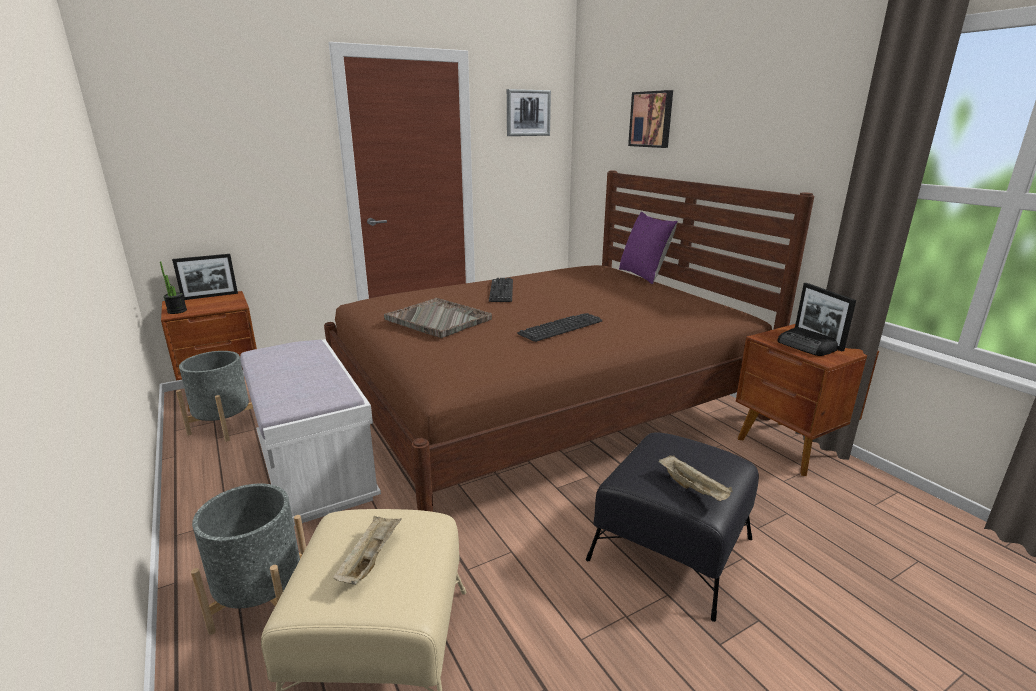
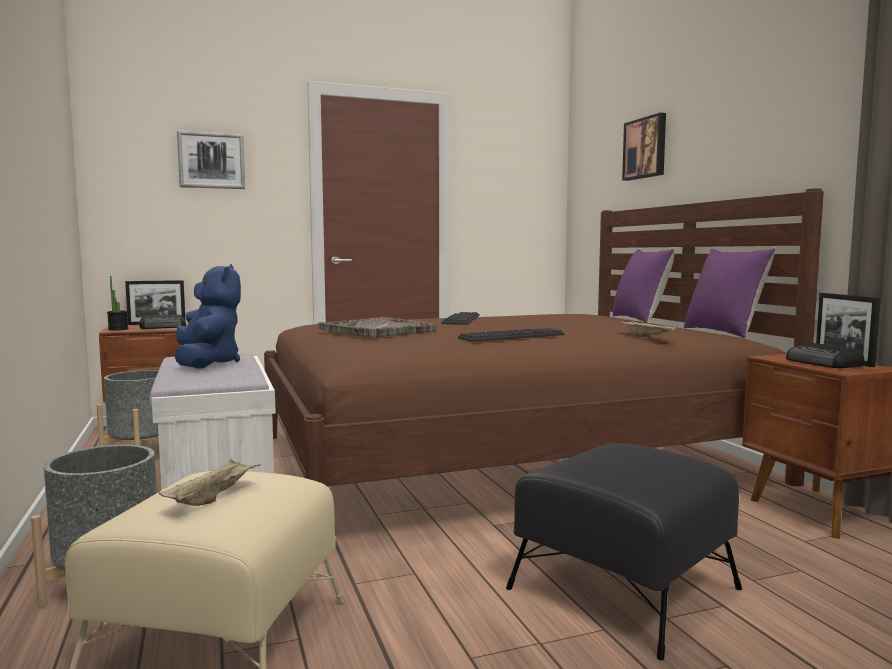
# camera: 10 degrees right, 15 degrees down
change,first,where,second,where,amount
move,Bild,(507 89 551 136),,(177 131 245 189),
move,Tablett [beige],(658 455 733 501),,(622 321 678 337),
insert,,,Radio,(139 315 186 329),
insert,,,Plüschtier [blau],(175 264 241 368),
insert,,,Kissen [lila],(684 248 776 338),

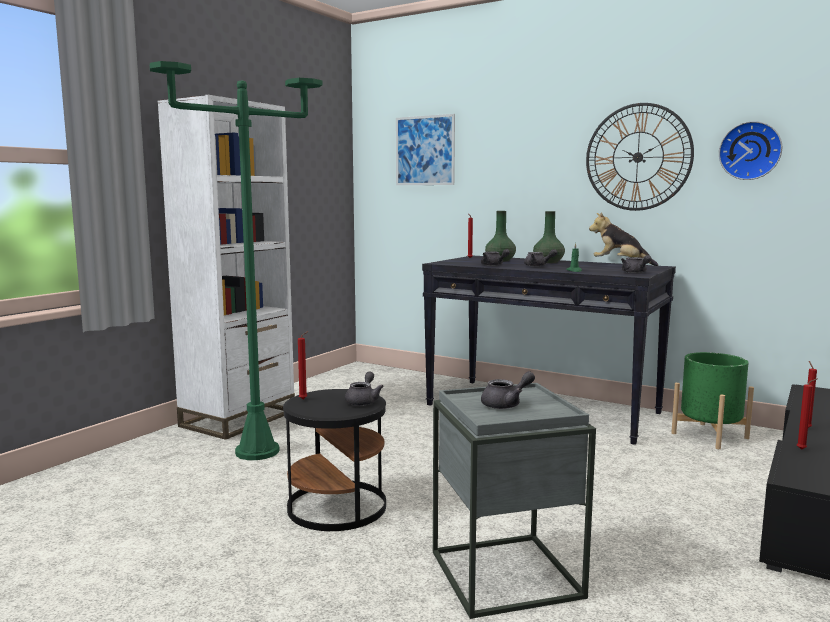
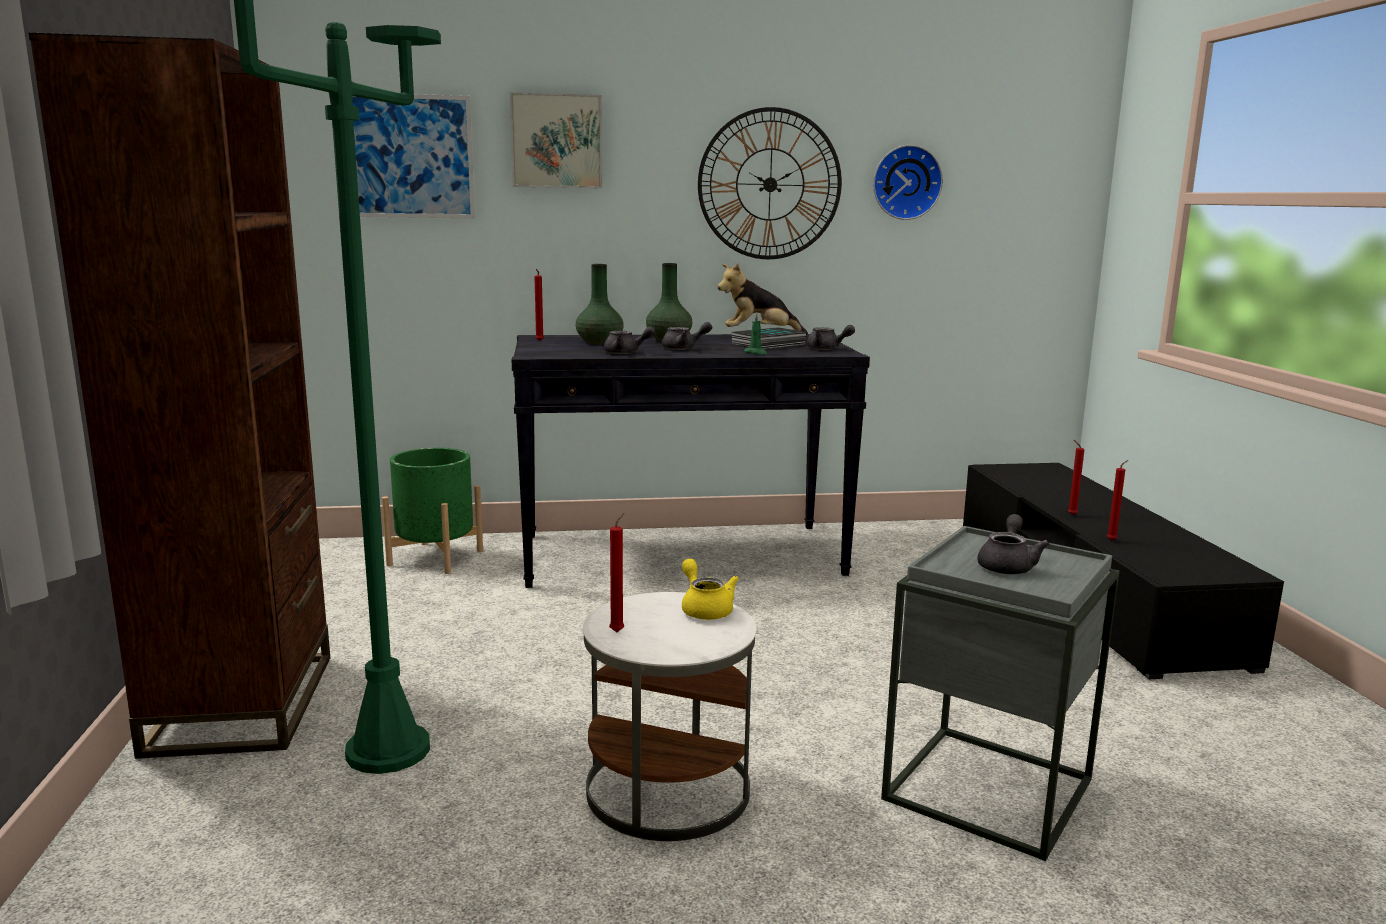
# camera: 40 degrees left, 5 degrees up
change,first,where,second,where,amount
recolor,Bücherregal [weiß],(157 95 295 440),Bücherregal [braun],(29 33 330 759),
recolor,Beistelltisch [schwarz],(283 389 386 531),Beistelltisch [weiß],(583 592 756 841),
recolor,Teekanne [grau],(345 371 384 406),Teekanne [gelb],(682 559 739 620),
move,Pflanzkübel [grün],(671 352 754 449),,(382 448 483 574),
insert,,,Bild,(510 92 602 188),
insert,,,Buch,(732 327 808 349),

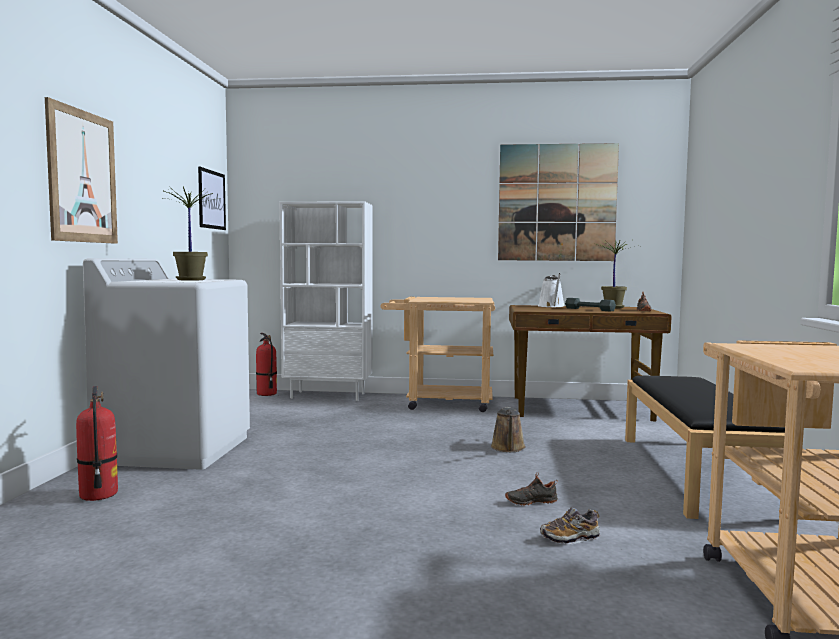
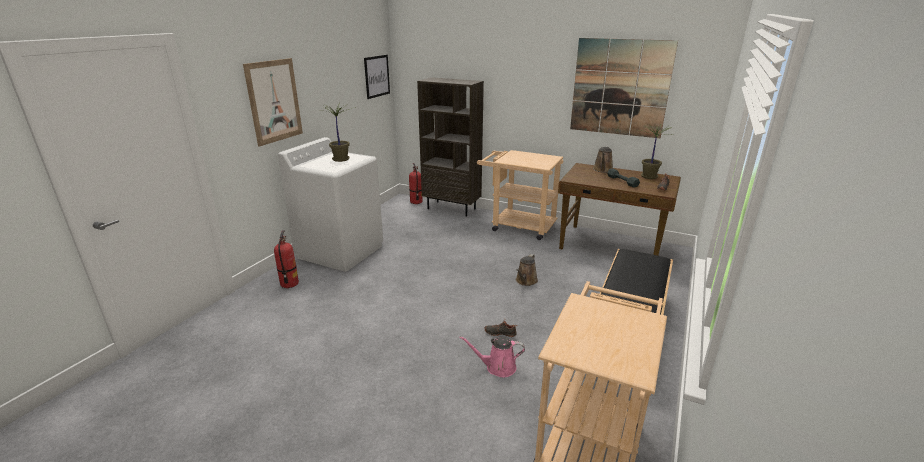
# camera: 20 degrees right, 20 degrees up
change,first,where,second,where,amount
recolor,Bücherregal [weiß],(279 202 373 401),Bücherregal [braun],(417 77 484 217),
recolor,Gießkanne [weiß],(538 273 564 307),Gießkanne [braun],(593 146 613 173),
replace,Schuh,(540 508 600 544),Gießkanne [rosa],(460 336 525 377),

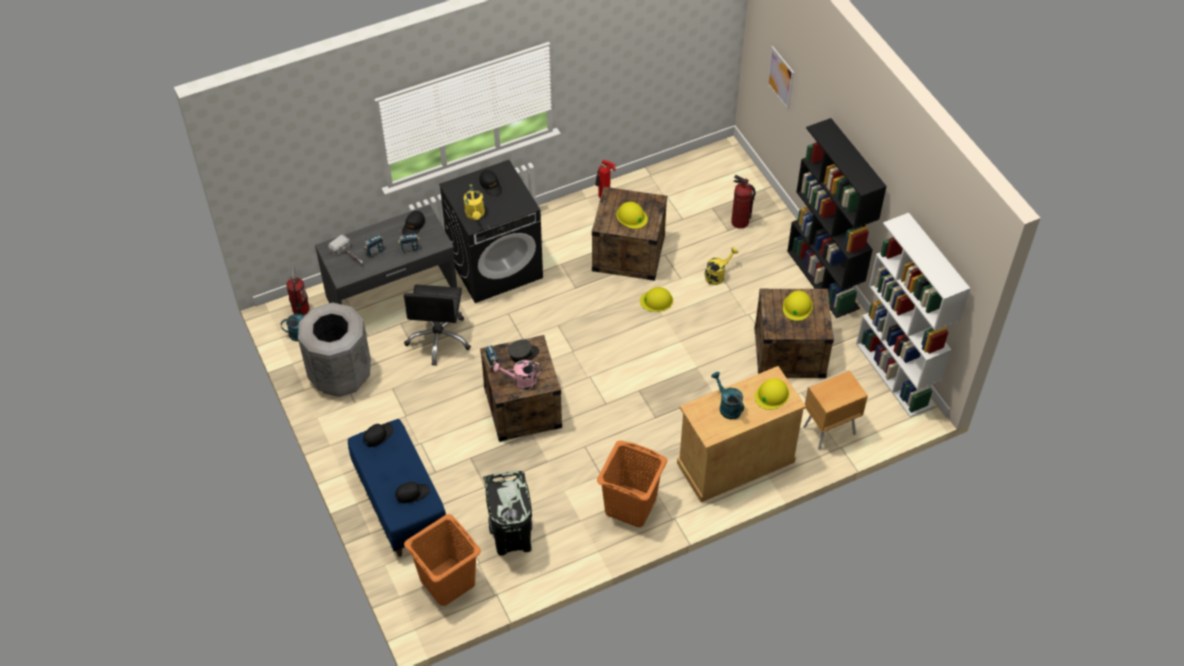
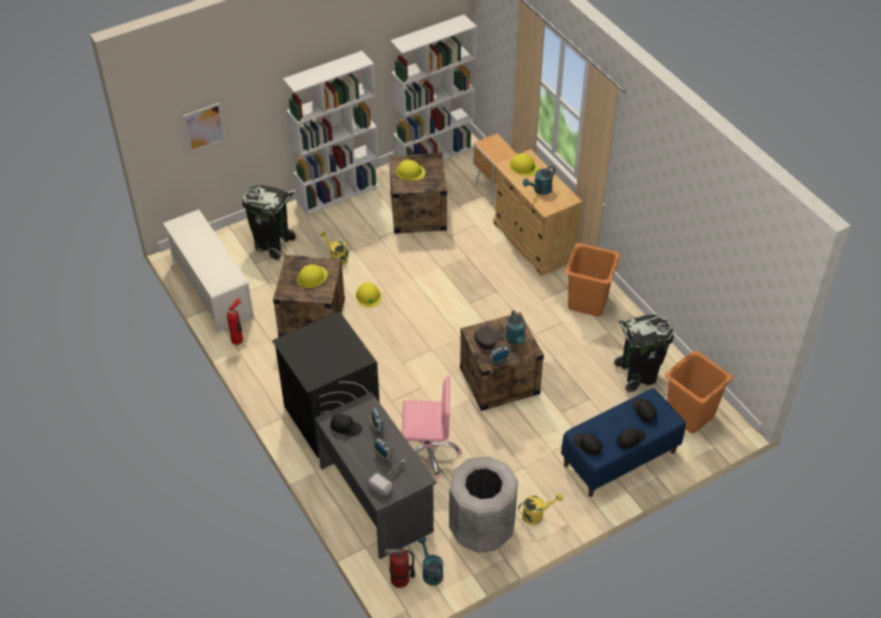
# camera: 95 degrees left, 5 degrees down
change,first,where,second,where,amount
recolor,Bürostuhl [schwarz],(404 285 471 366),Bürostuhl [rosa],(402 376 462 479),
move,Gießkanne [gelb],(464 184 485 220),,(518 492 563 525),
move,Kappe [schwarz],(479 170 502 196),,(617 428 645 449),
recolor,Gießkanne [rosa],(493 360 542 390),Gießkanne [türkis],(506 310 526 345),
replace,Feuerlöscher,(731 175 756 229),Mülleimer [schwarz],(242 185 296 261),
recolor,Bücherregal [schwarz],(787 118 887 318),Bücherregal [weiß],(283 51 380 215),
insert,,,Schuhregal [weiß],(162 209 254 332),

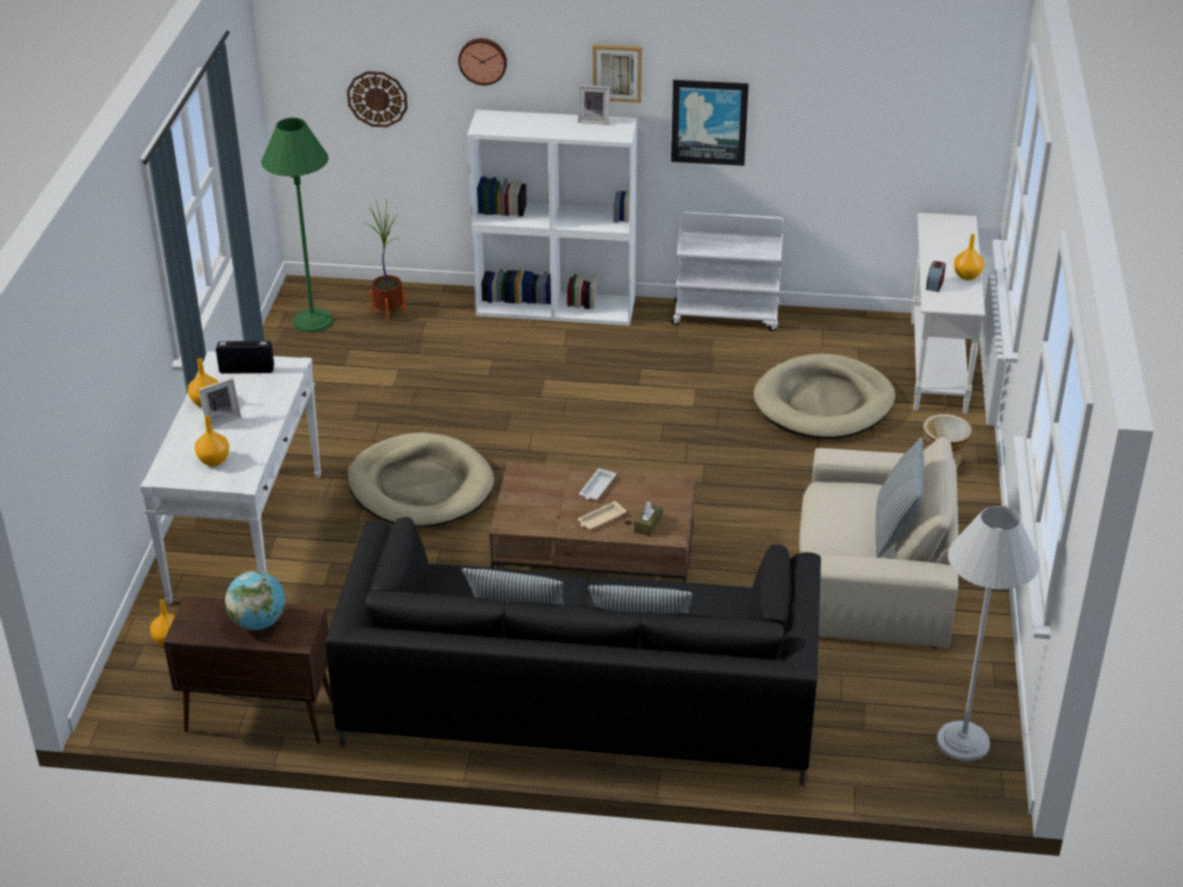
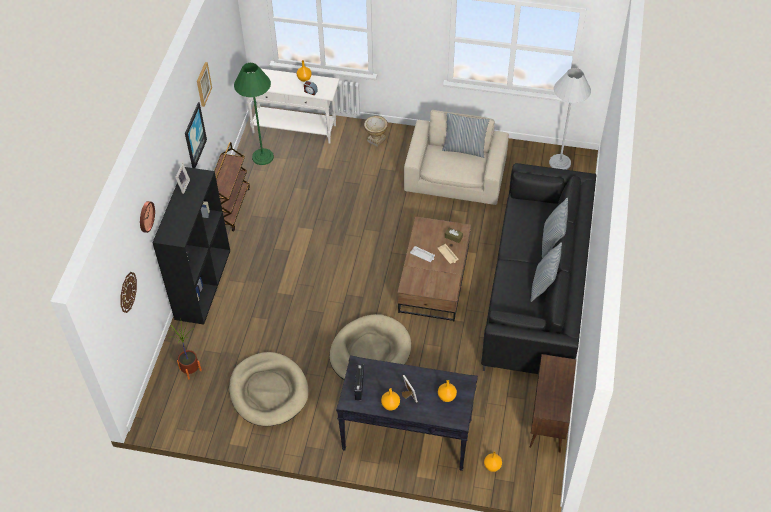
# camera: 85 degrees left, 15 degrees up
change,first,where,second,where,amount
recolor,Konsolentisch [weiß],(140 351 321 604),Konsolentisch [schwarz],(336 355 478 471),
delete,Globus,(225 571 285 630),,,
move,Stehlampe [grün],(261 118 333 332),,(234 63 274 165),
recolor,Bücherregal [weiß],(467 110 637 326),Bücherregal [schwarz],(152 167 230 325),
move,Bild,(593 44 642 103),,(197 62 212 107),
recolor,Rollwagen [weiß],(671 212 784 331),Rollwagen [braun],(214 142 250 231),
move,Hundebett [beige],(754 354 895 439),,(229 352 309 426),

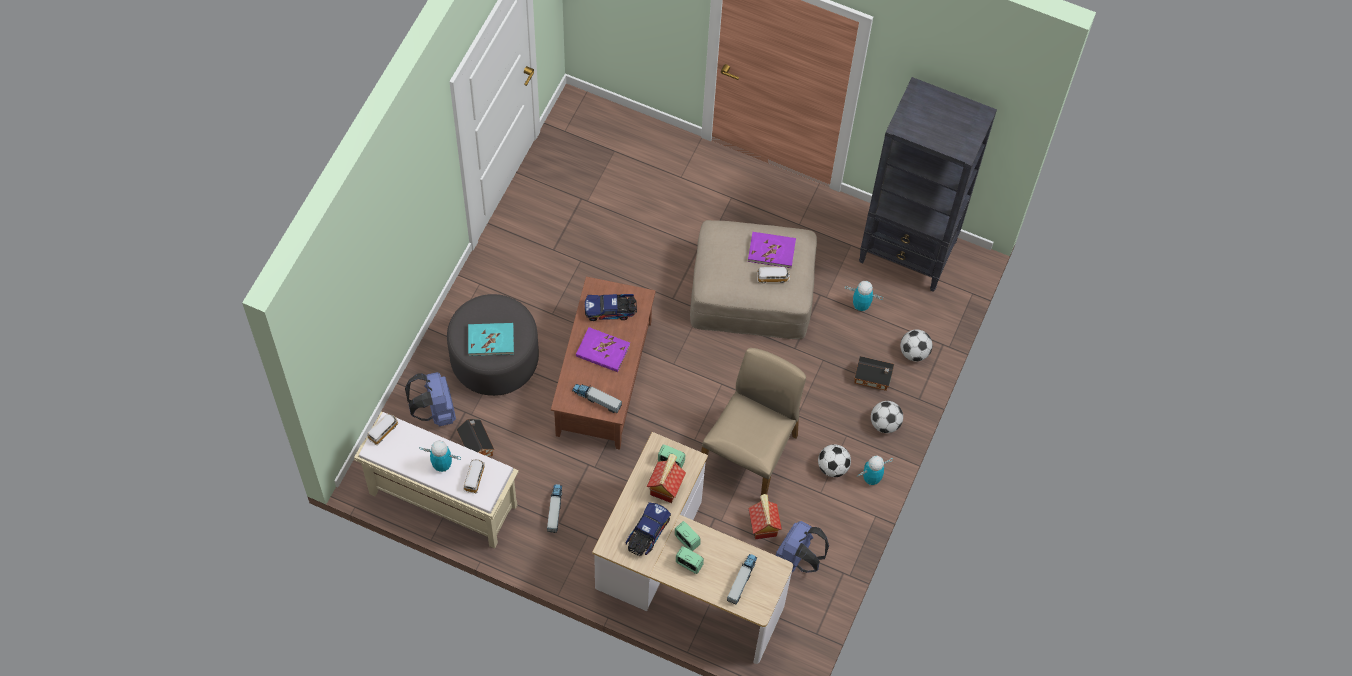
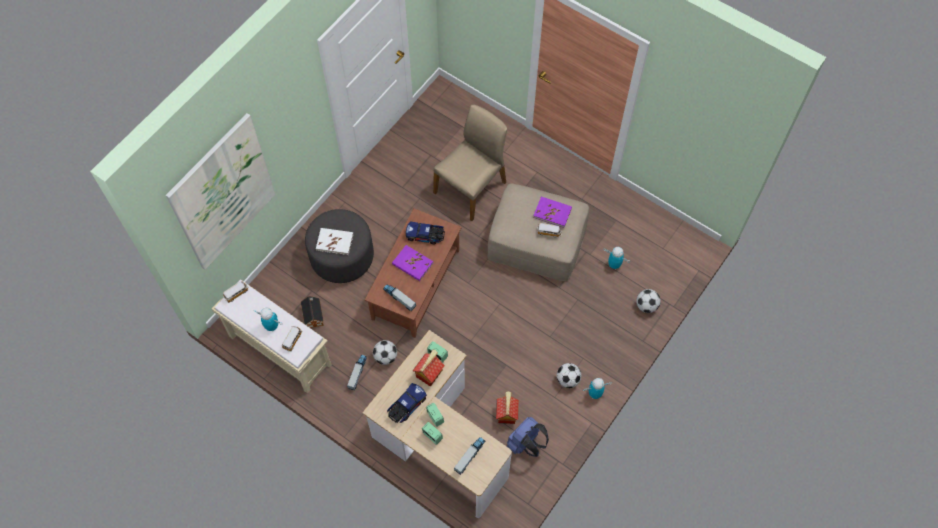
# camera: 15 degrees right, 0 degrees up
change,first,where,second,where,amount
delete,Rucksack [blau],(405 372 456 426),,,
recolor,Buch [türkis],(468 323 514 356),Buch [weiß],(316 228 353 255),
move,Stuhl [beige],(701 348 806 501),,(433 105 507 221),
delete,Spielzeughaus,(854 356 894 391),,,
delete,Bücherregal [schwarz],(859 77 997 292),,,
move,Fußball,(871 401 903 433),,(373 340 397 365),
insert,,,Bild,(166 113 276 270),

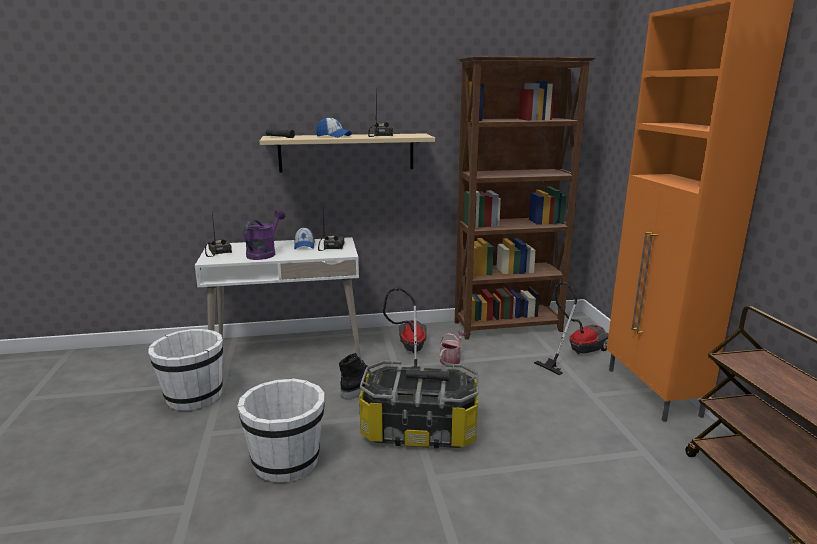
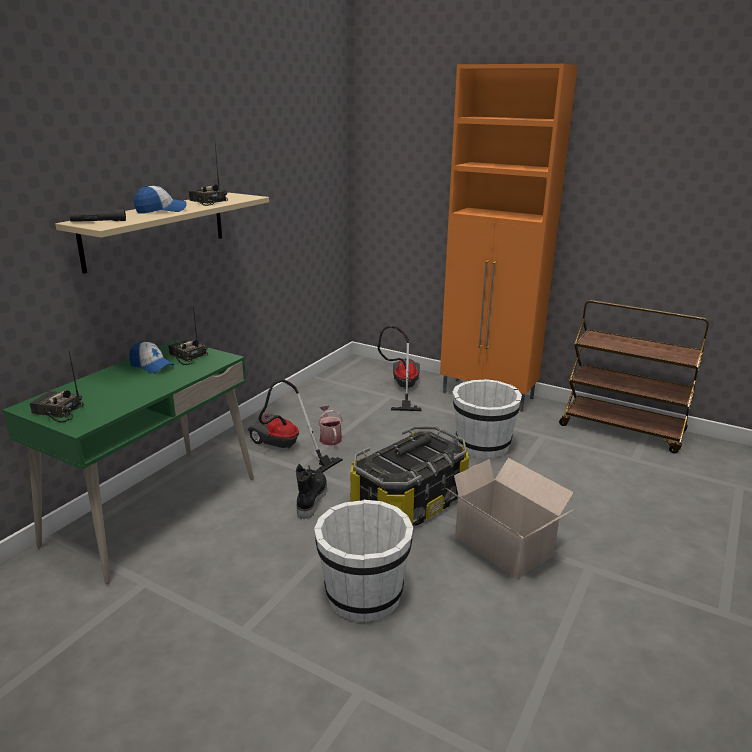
# camera: 50 degrees left, 5 degrees up
change,first,where,second,where,amount
move,Eimer [weiß],(148 329 223 411),,(453 379 522 458),
recolor,Schreibtisch [weiß],(195 237 361 360),Schreibtisch [grün],(3 340 254 584),
delete,Gießkanne [lila],(244 209 285 260),,,
delete,Bücherregal [braun],(455 57 596 340),,,
insert,,,Karton,(446 458 574 579),

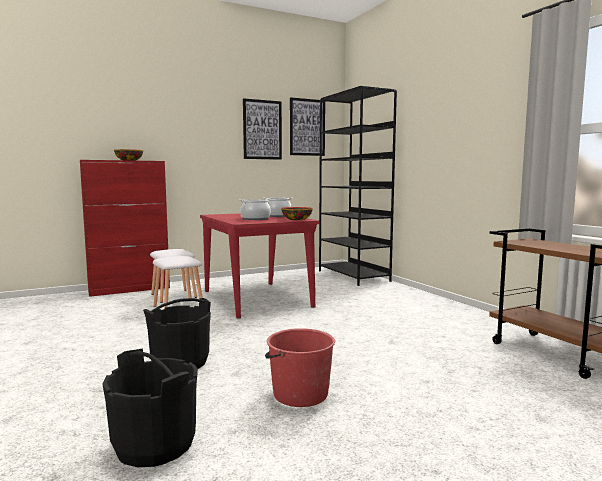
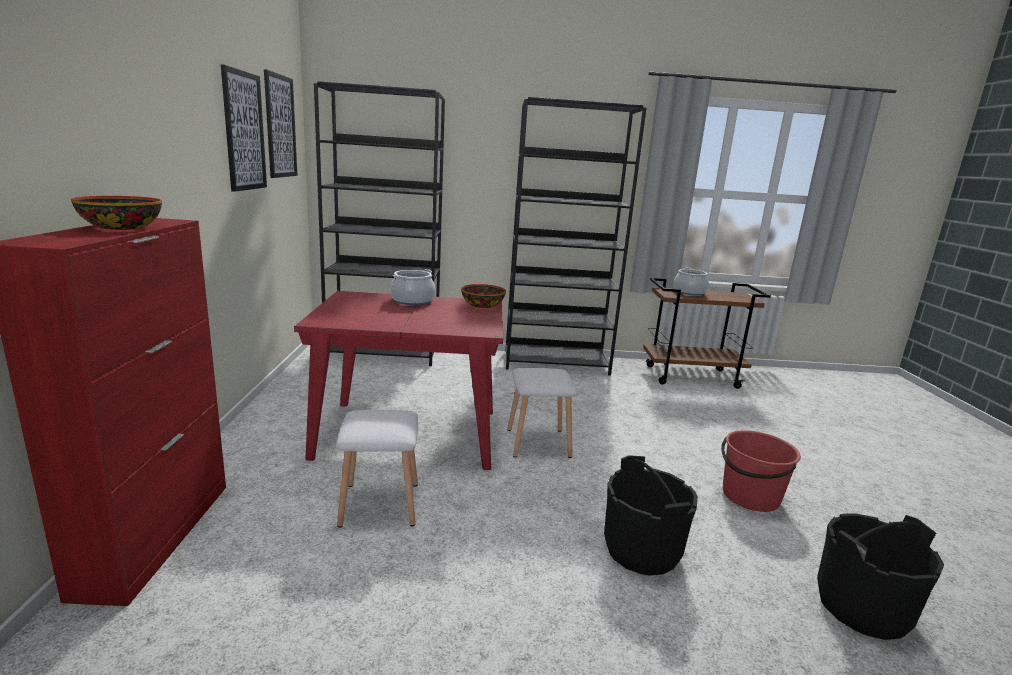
# camera: 65 degrees left, 10 degrees up
change,first,where,second,where,amount
move,Hocker [weiß],(150 249 197 303),,(507 368 578 458),
move,Kochtopf,(239 199 271 220),,(673 268 709 296),
insert,,,Bücherregal [schwarz],(505 97 646 376),

